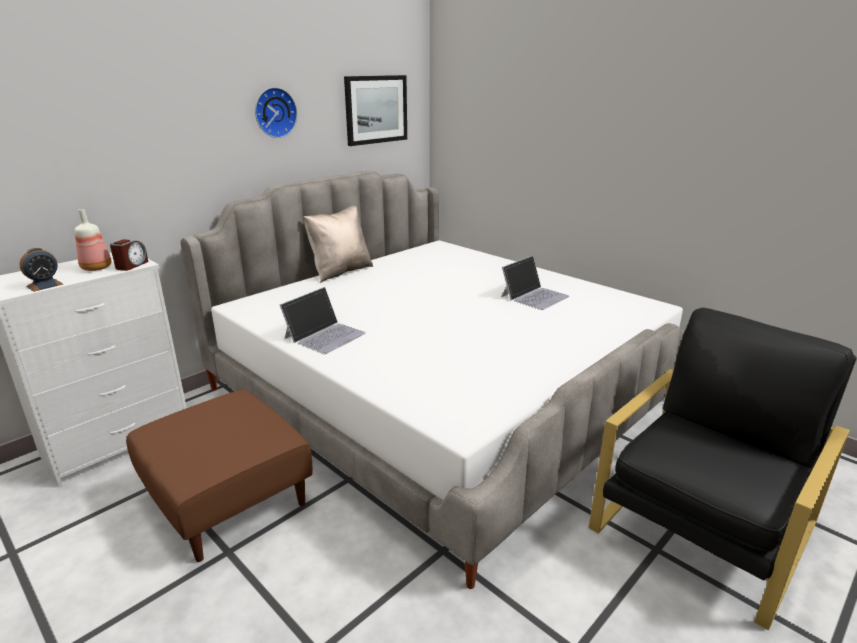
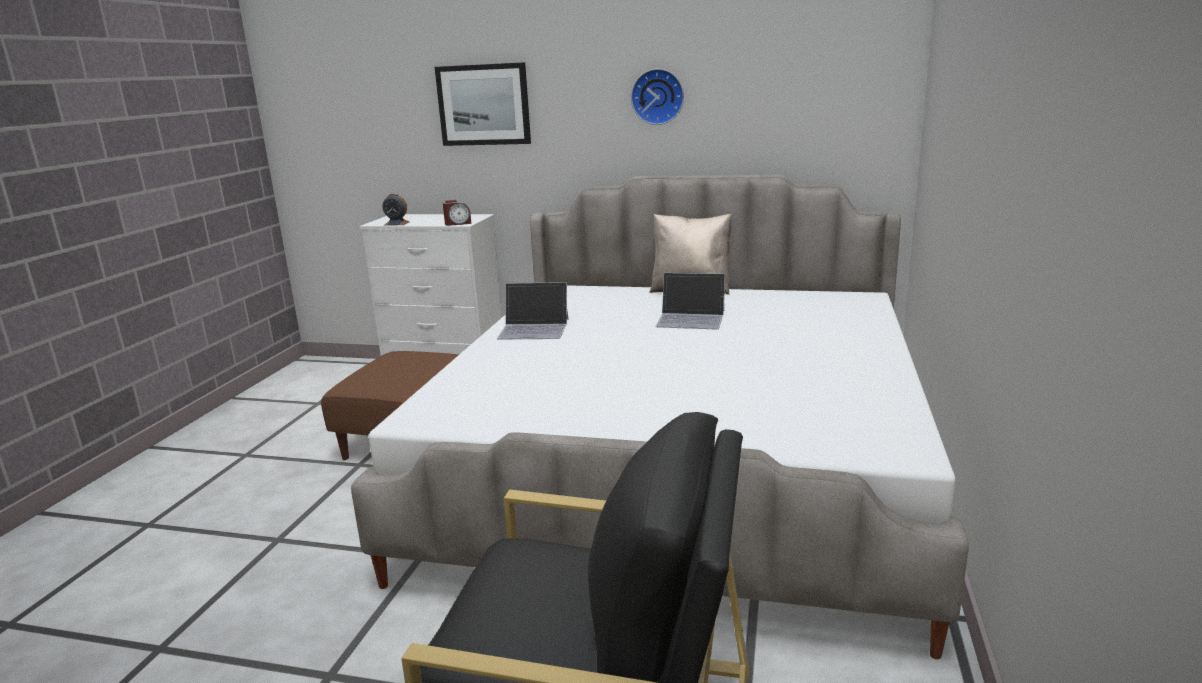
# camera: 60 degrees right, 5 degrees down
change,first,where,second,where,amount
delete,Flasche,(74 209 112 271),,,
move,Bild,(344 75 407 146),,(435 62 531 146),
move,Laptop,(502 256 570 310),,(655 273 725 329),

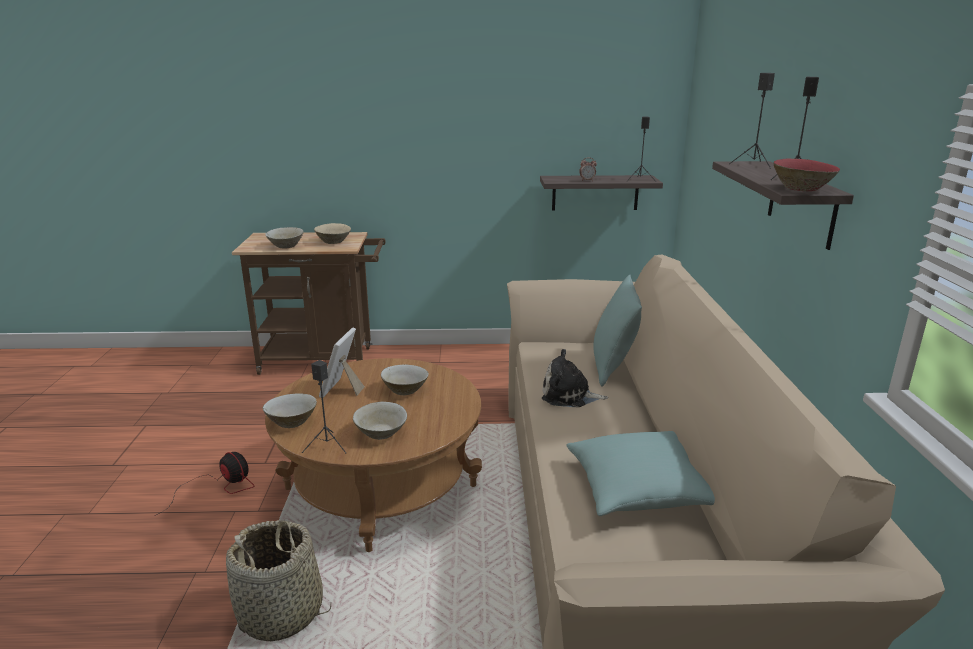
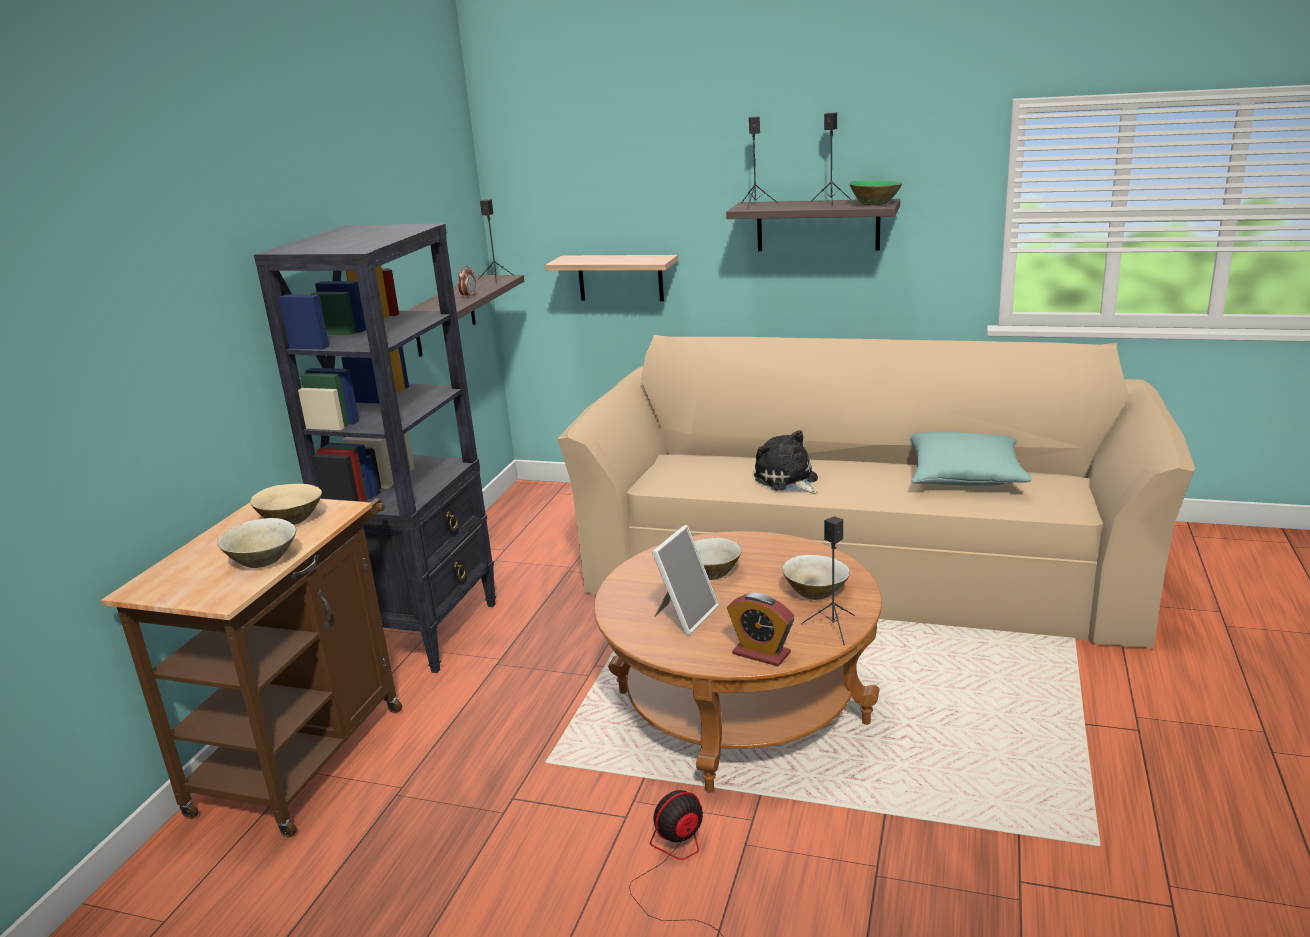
# camera: 70 degrees left, 0 degrees up
change,first,where,second,where,amount
delete,Korb,(226 520 331 641),,,
replace,Schüssel [beige],(262 394 317 428),Wecker,(727 593 794 666),
rotate,Bilderrahmen,(319 328 364 398),,(652 525 719 635),90 degrees counterclockwise
rotate,Plüschtier,(542 349 608 407),,(754 430 818 493),120 degrees clockwise
delete,Kissen [türkis],(593 275 642 387),,,
recolor,Schüssel [rot],(773 159 840 191),Schüssel [grün],(850 181 902 205),
insert,,,Bücherregal [schwarz],(254 223 496 673),
insert,,,Wandregal,(545 255 678 301),

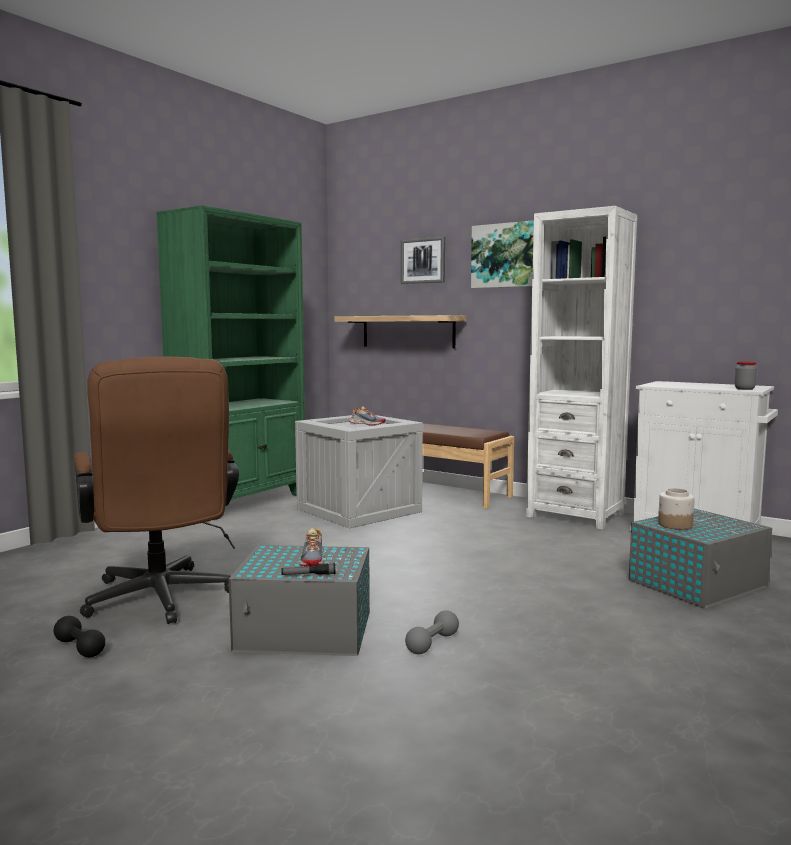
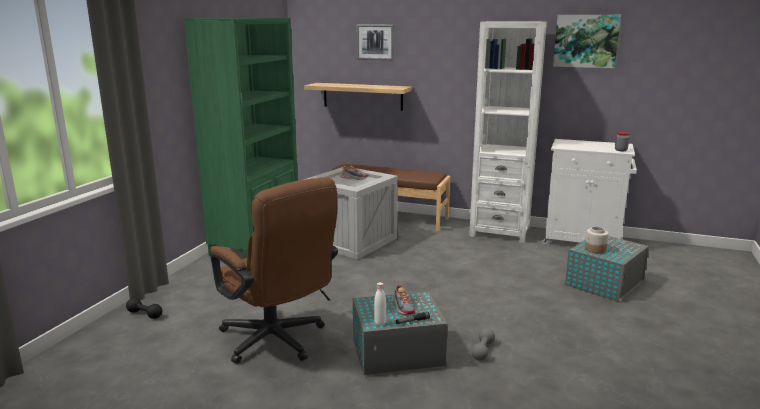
# camera: 15 degrees left, 10 degrees up
change,first,where,second,where,amount
move,Hantel [schwarz],(53 616 105 657),,(126 298 162 319),
move,Bild,(471 220 534 288),,(553 15 621 68),
insert,,,Flasche [weiß],(374 282 386 326),

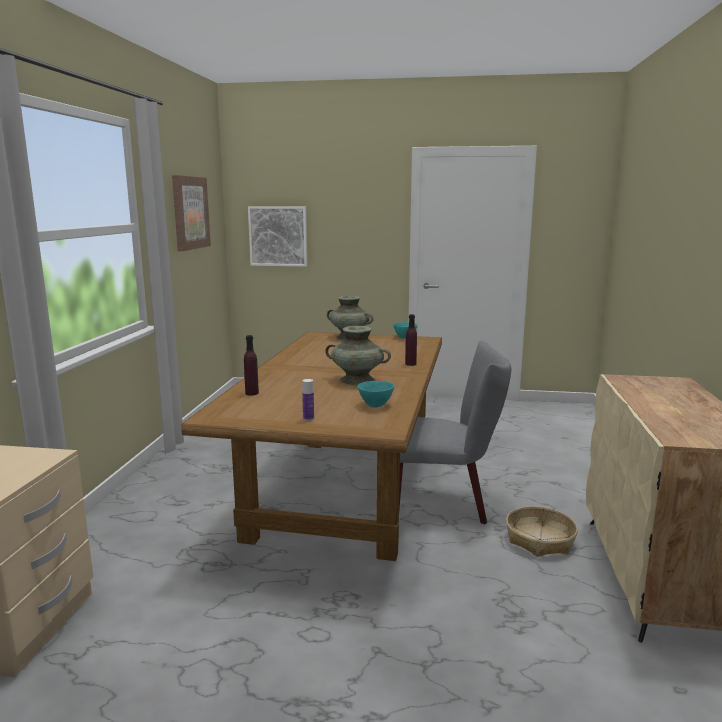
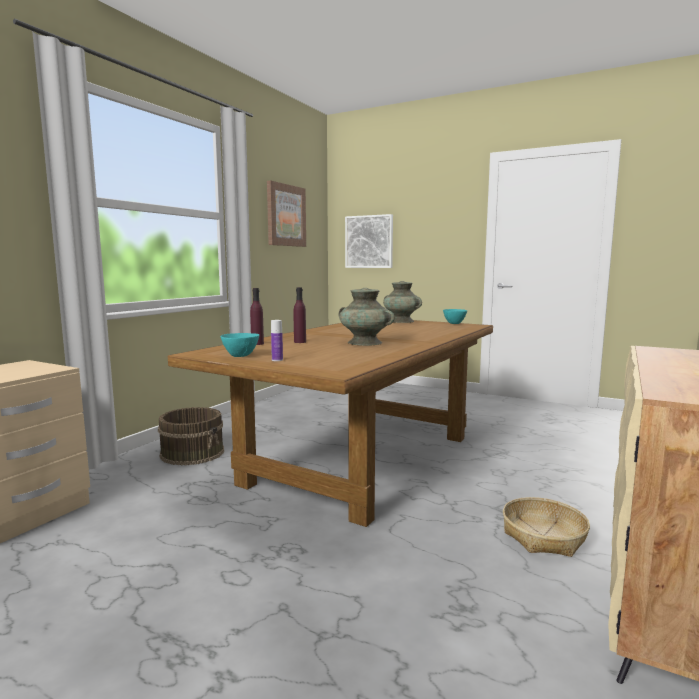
# camera: 20 degrees right, 5 degrees down
change,first,where,second,where,amount
move,Schüssel [türkis],(358 381 394 408),,(220 333 259 357),
delete,Stuhl [grau],(399 340 511 524),,,
move,Flasche [lila],(405 314 417 366),,(294 287 306 343),
insert,,,Eimer [braun],(158 407 224 465),

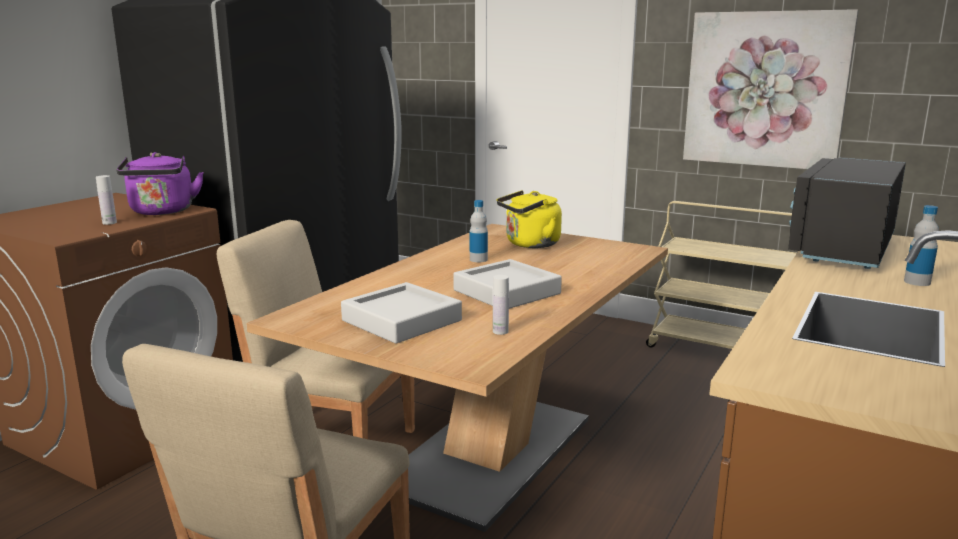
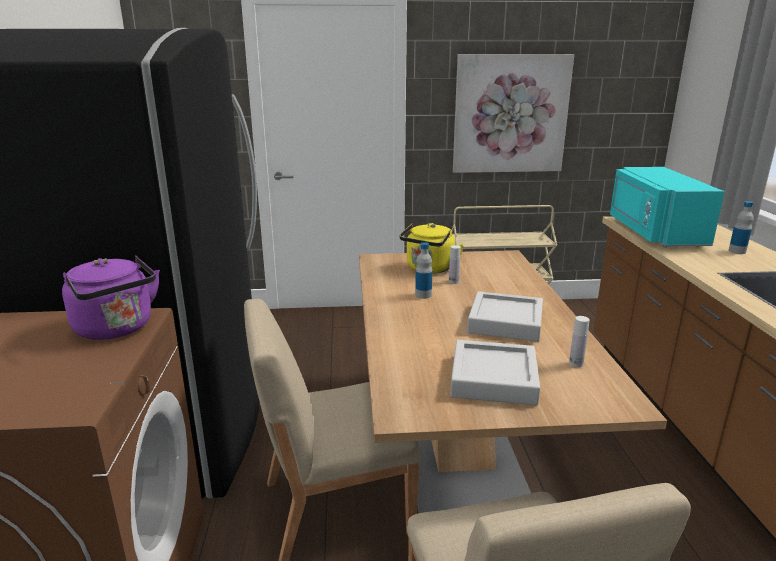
# camera: 35 degrees left, 5 degrees up
change,first,where,second,where,amount
move,Flasche [weiß],(96 175 117 225),,(449 245 460 284),
recolor,Mikrowelle [schwarz],(788 157 906 269),Mikrowelle [türkis],(610 167 725 247),

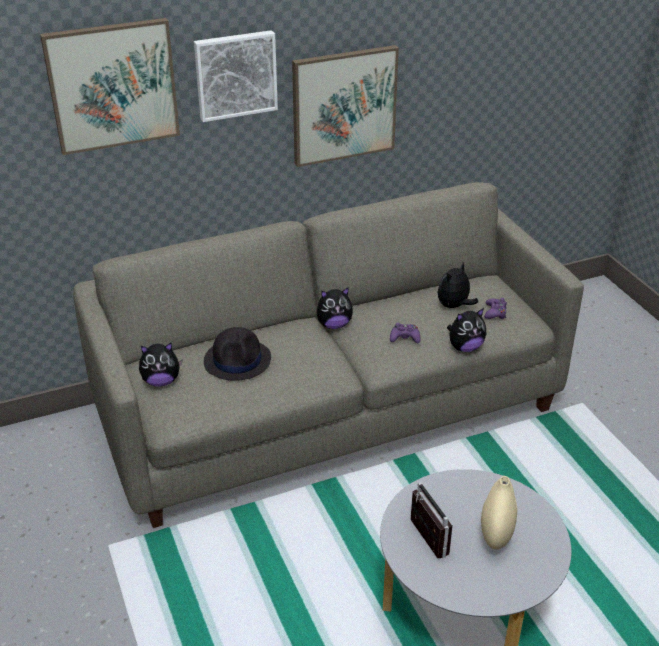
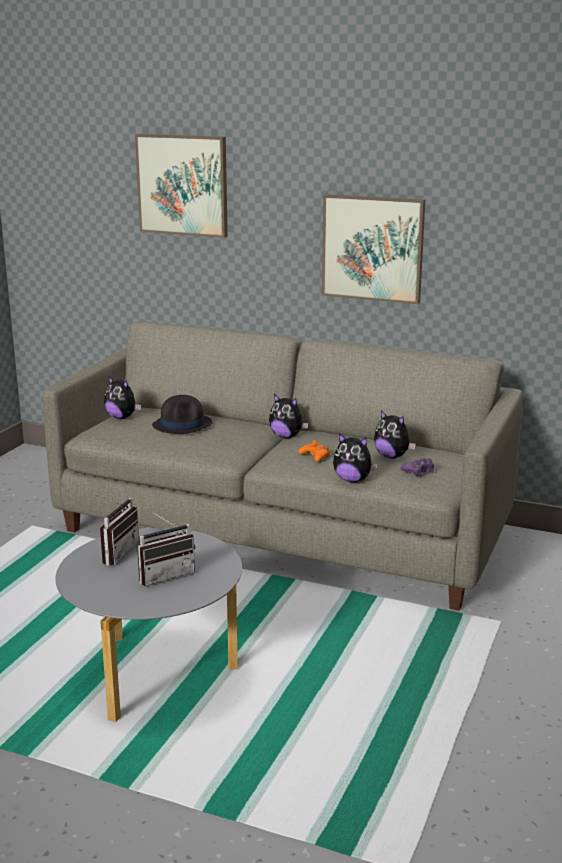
# camera: 45 degrees right, 15 degrees down
change,first,where,second,where,amount
delete,Bild,(194 30 278 122),,,
recolor,Gamepad [lila],(390 323 421 343),Gamepad [orange],(298 440 330 462),
rotate,Plüschtier,(438 263 478 309),,(374 410 416 458),135 degrees counterclockwise
replace,Vase [beige],(481 476 517 550),Radio,(137 512 195 586),

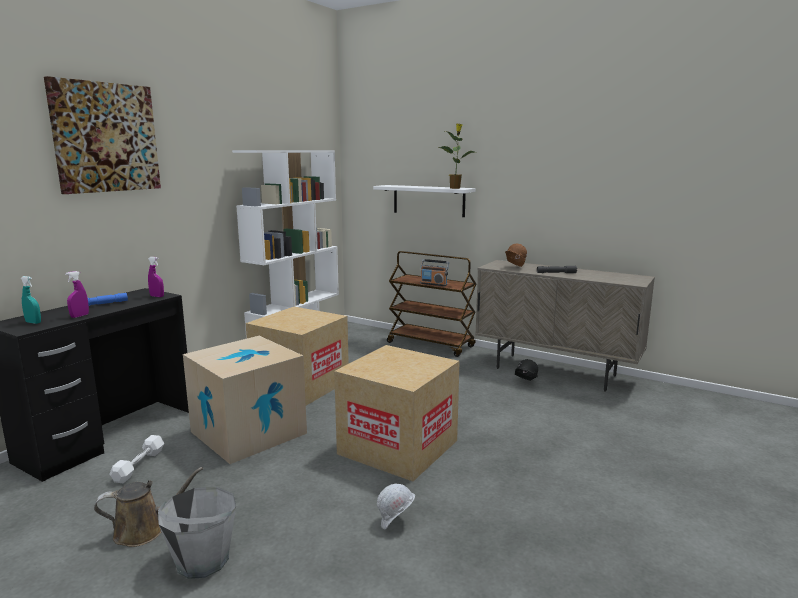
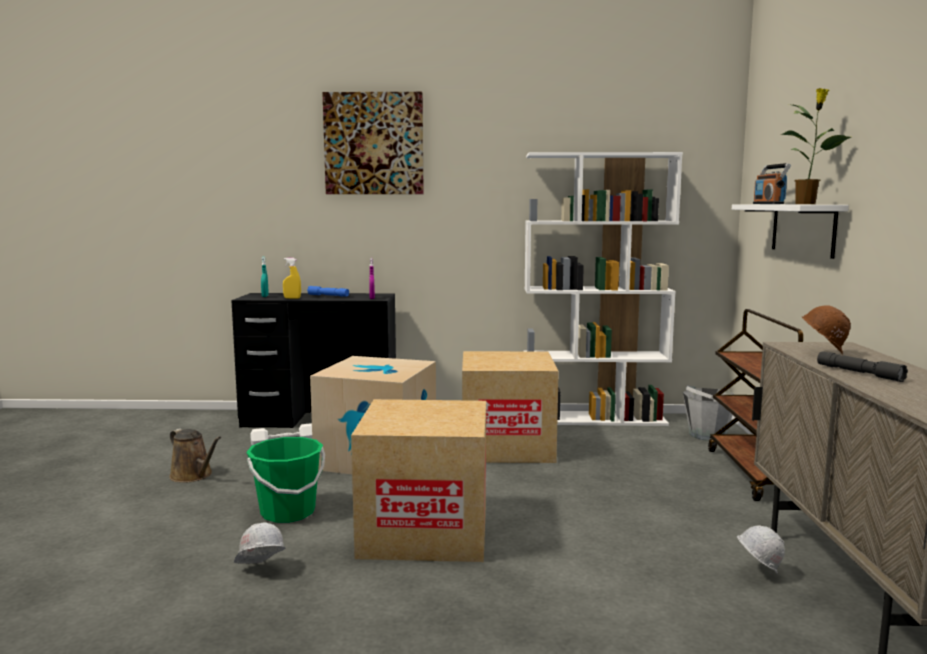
# camera: 60 degrees right, 5 degrees down
change,first,where,second,where,amount
recolor,Sprühflasche [lila],(65 271 89 318),Sprühflasche [gelb],(283 258 301 299),
move,Eimer [grau],(158 487 236 579),,(683 385 735 441),
move,Radio,(421 259 449 286),,(753 163 791 204),
recolor,Schutzhelm [schwarz],(515 359 538 381),Schutzhelm [weiß],(737 526 785 575),
insert,,,Eimer [grün],(246 437 325 523),

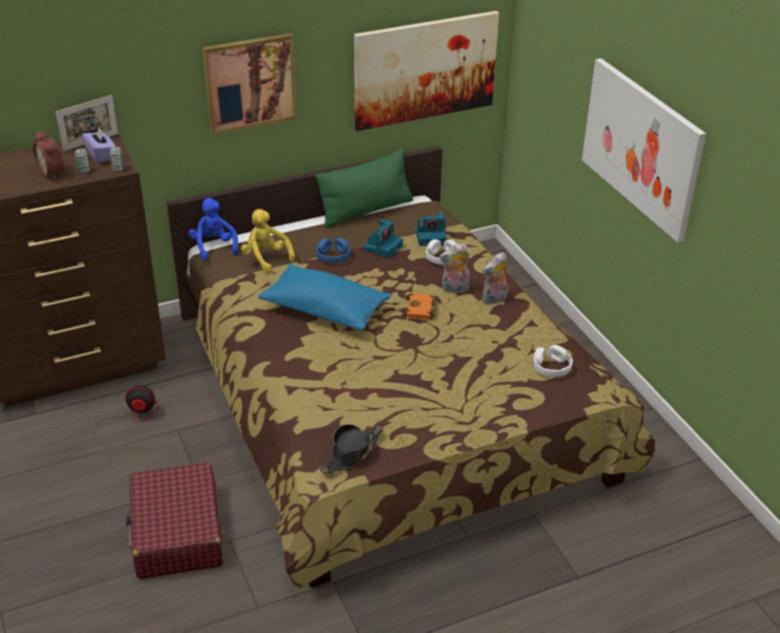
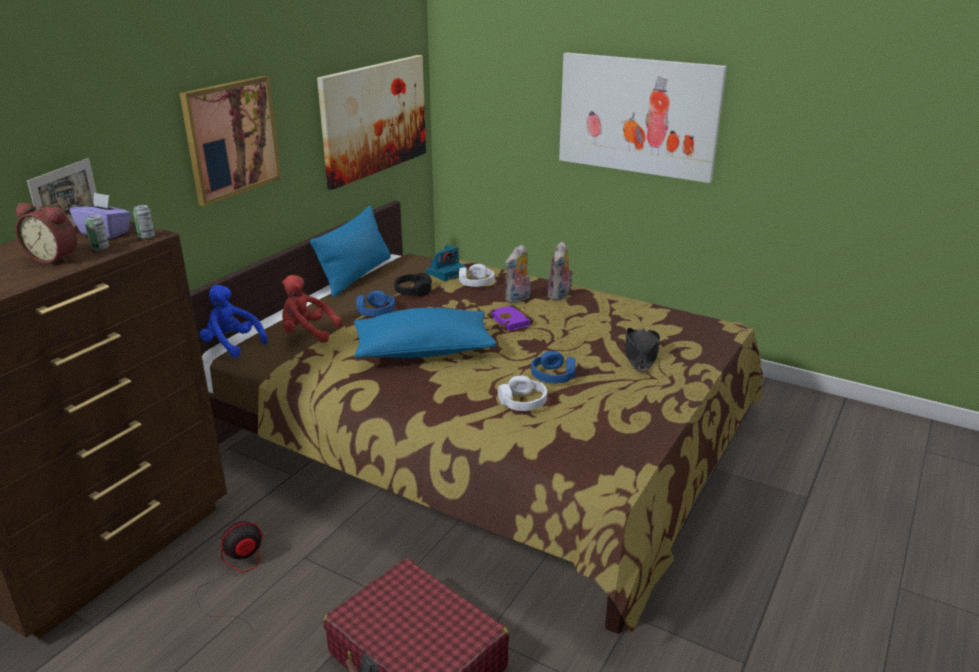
# camera: 35 degrees left, 10 degrees down
change,first,where,second,where,amount
recolor,Plüschtier [gelb],(241 209 295 273),Plüschtier [rot],(282 275 342 343),
recolor,Kissen [grün],(315 148 413 228),Kissen [blau],(310 206 391 297),
move,Hut [schwarz],(320 424 383 474),,(625 328 660 372),
replace,Kamera,(363 219 403 258),Kopfhörer [schwarz],(394 273 432 296),
recolor,Buch [orange],(403 293 437 320),Buch [lila],(487 305 534 331),
move,Kopfhörer [weiß],(533 345 573 377),,(498 376 547 411),
insert,,,Kopfhörer [blau],(531 351 576 383),

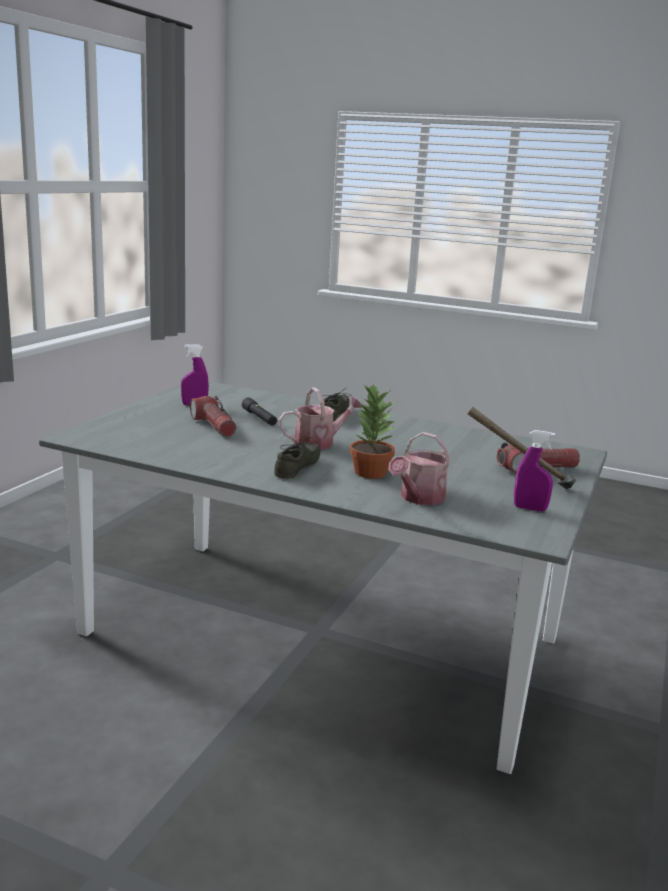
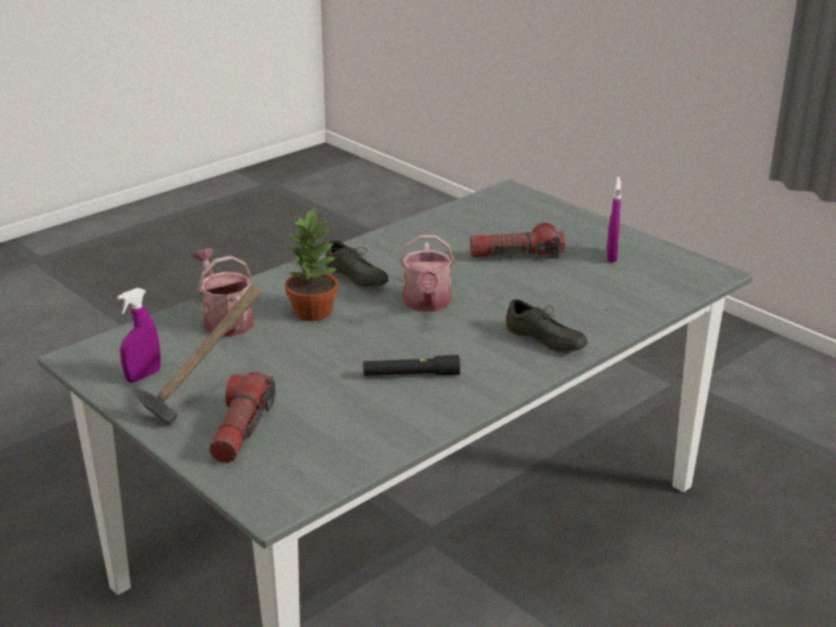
# camera: 115 degrees right, 10 degrees up
change,first,where,second,where,amount
move,Taschenlampe [schwarz],(242 397 277 426),,(363 355 460 376),

